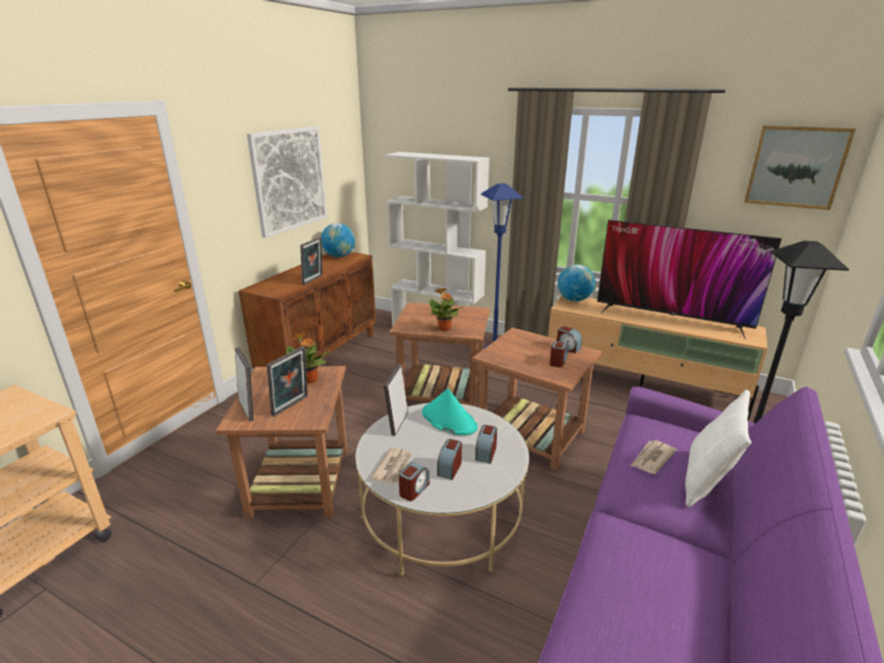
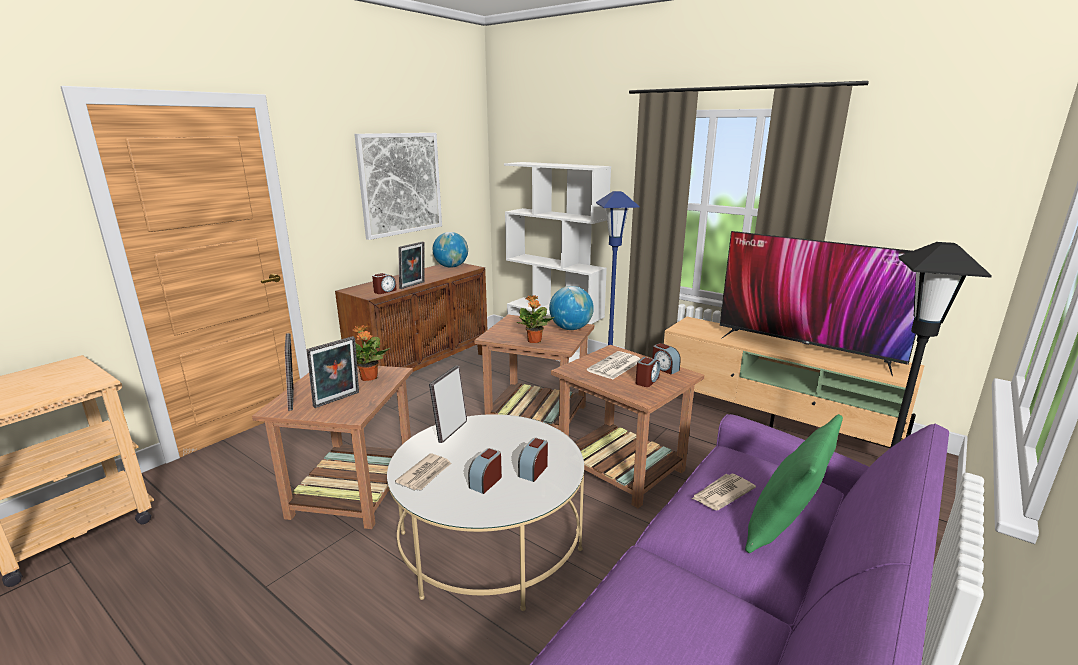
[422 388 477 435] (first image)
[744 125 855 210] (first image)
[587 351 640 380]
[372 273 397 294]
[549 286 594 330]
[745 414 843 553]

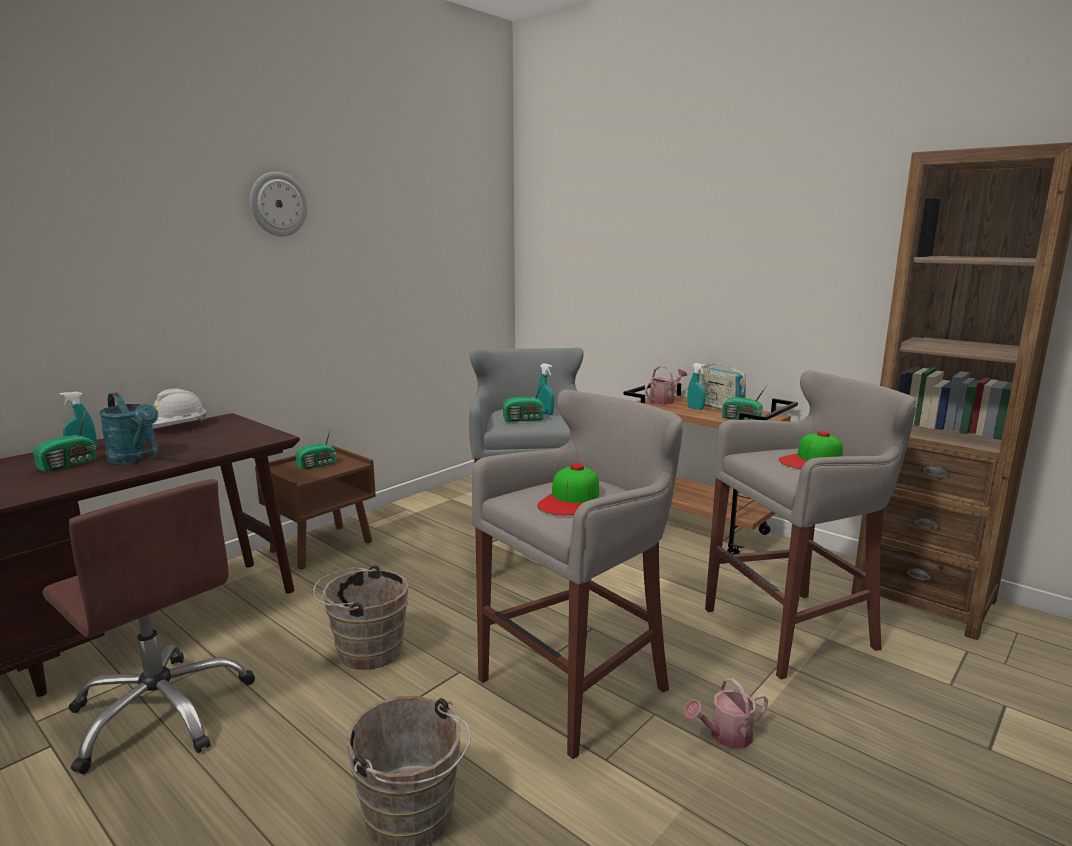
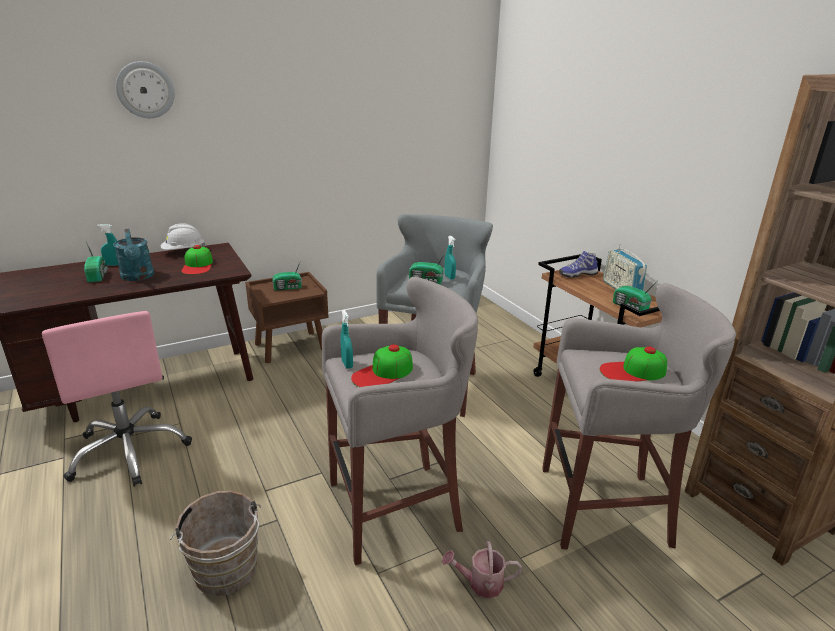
[313 565 409 670] (first image)
[181 245 213 274]
[116 61 175 118]
[340 310 353 369]
[559 251 598 278]
[42 311 192 487]
[84 239 108 282]

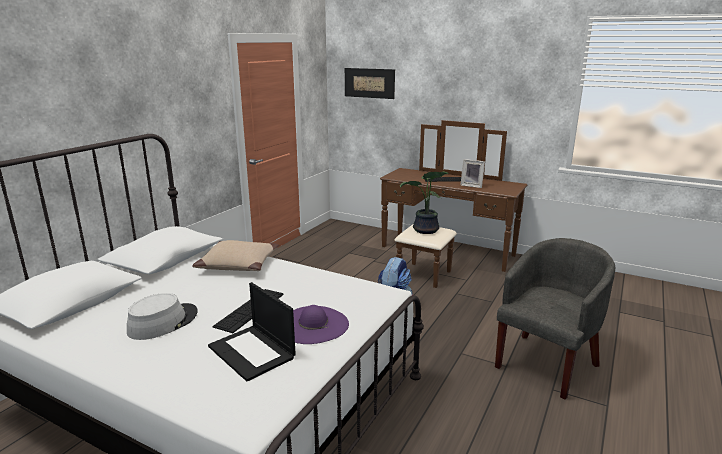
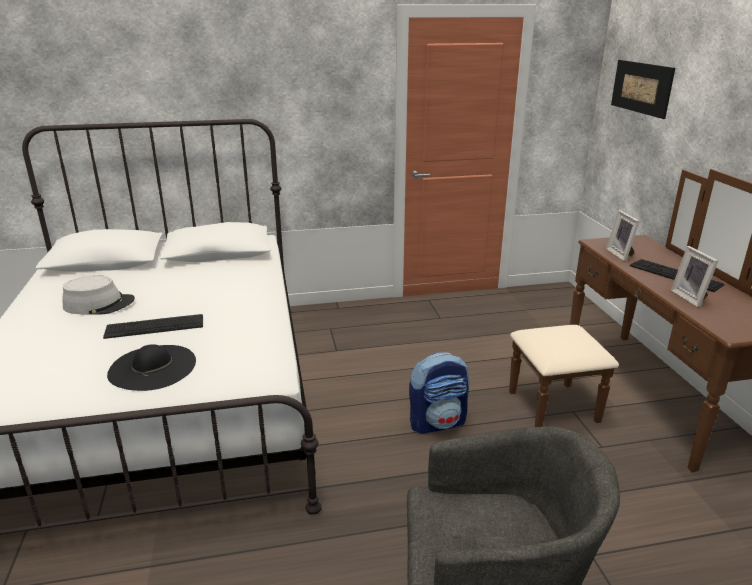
[192 240 279 271] (first image)
[208 282 296 382] (first image)
[400 171 449 234] (first image)
[606 210 640 262]
[107 344 196 391]

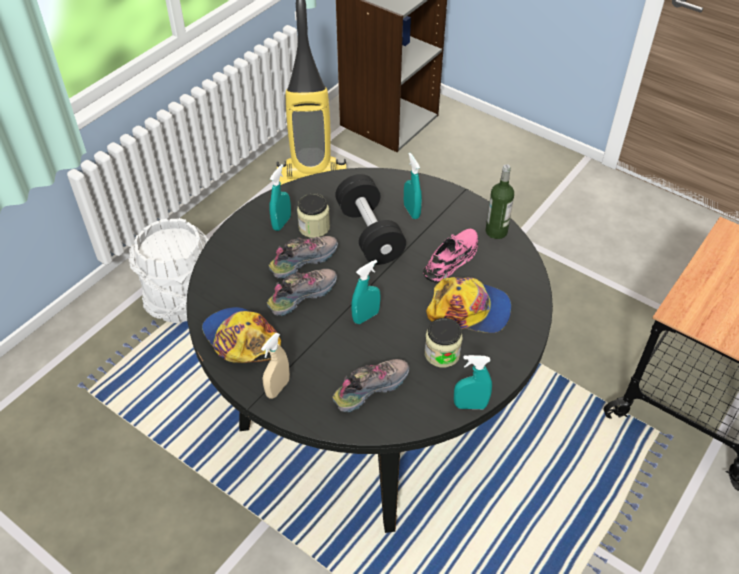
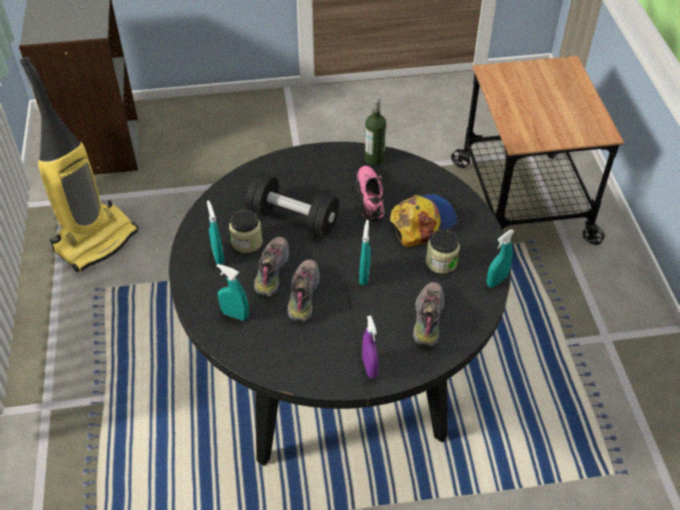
[129 218 208 323] (first image)
[202 307 281 363] (first image)
[217 264 249 321]
[362 316 379 379]

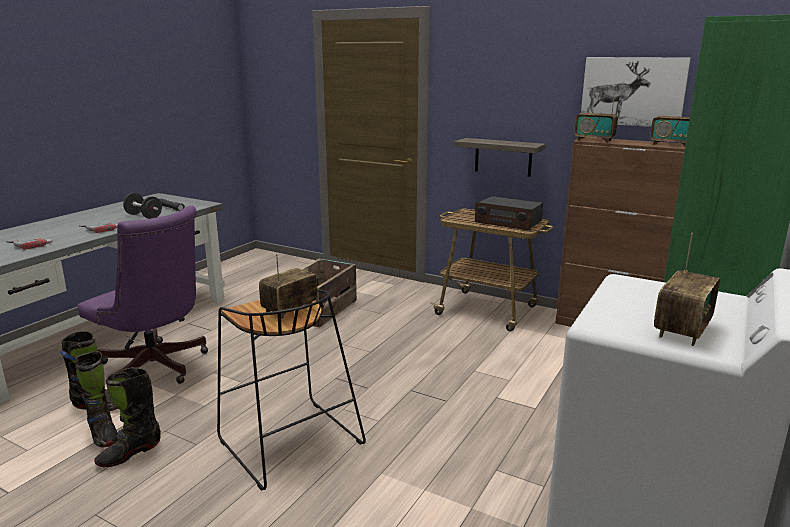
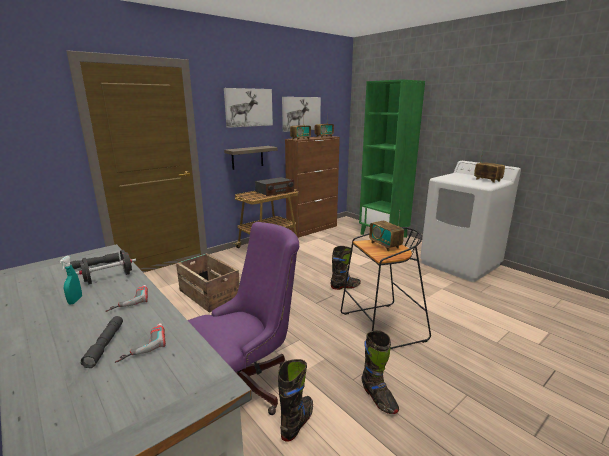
[59 256 82 304]
[81 316 123 368]
[224 88 273 128]
[330 246 361 290]

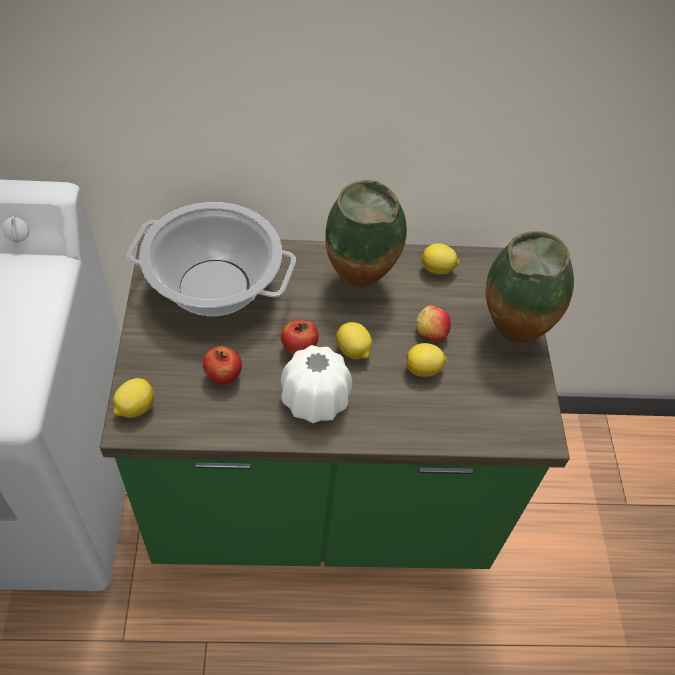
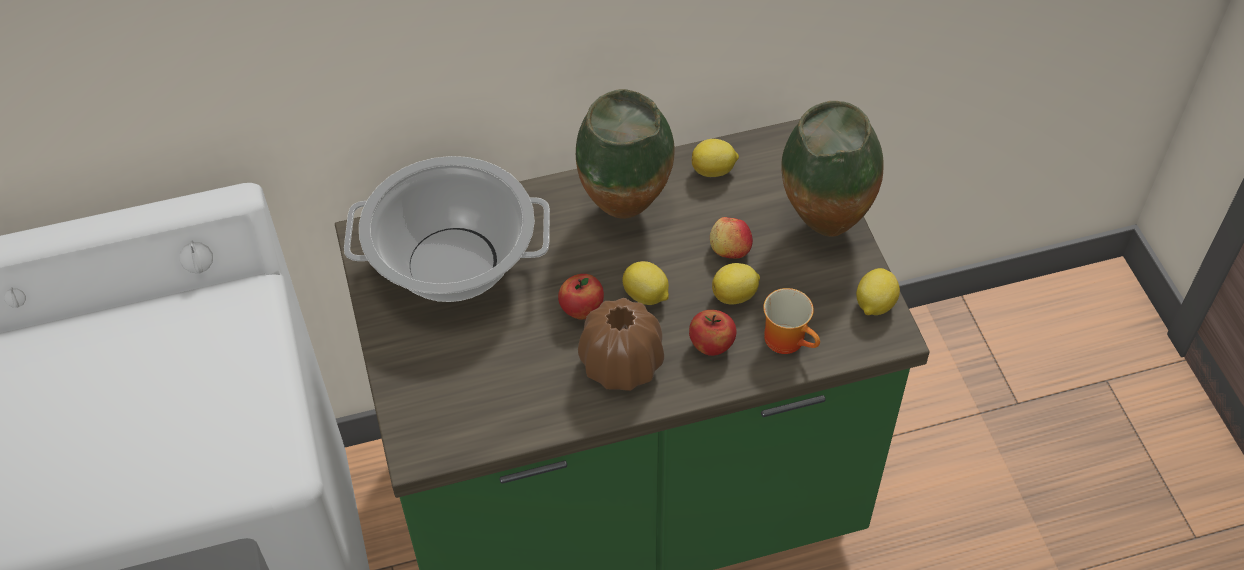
[763 288 820 354]
[856 268 900 315]
[689 310 736 356]
[578 298 664 391]

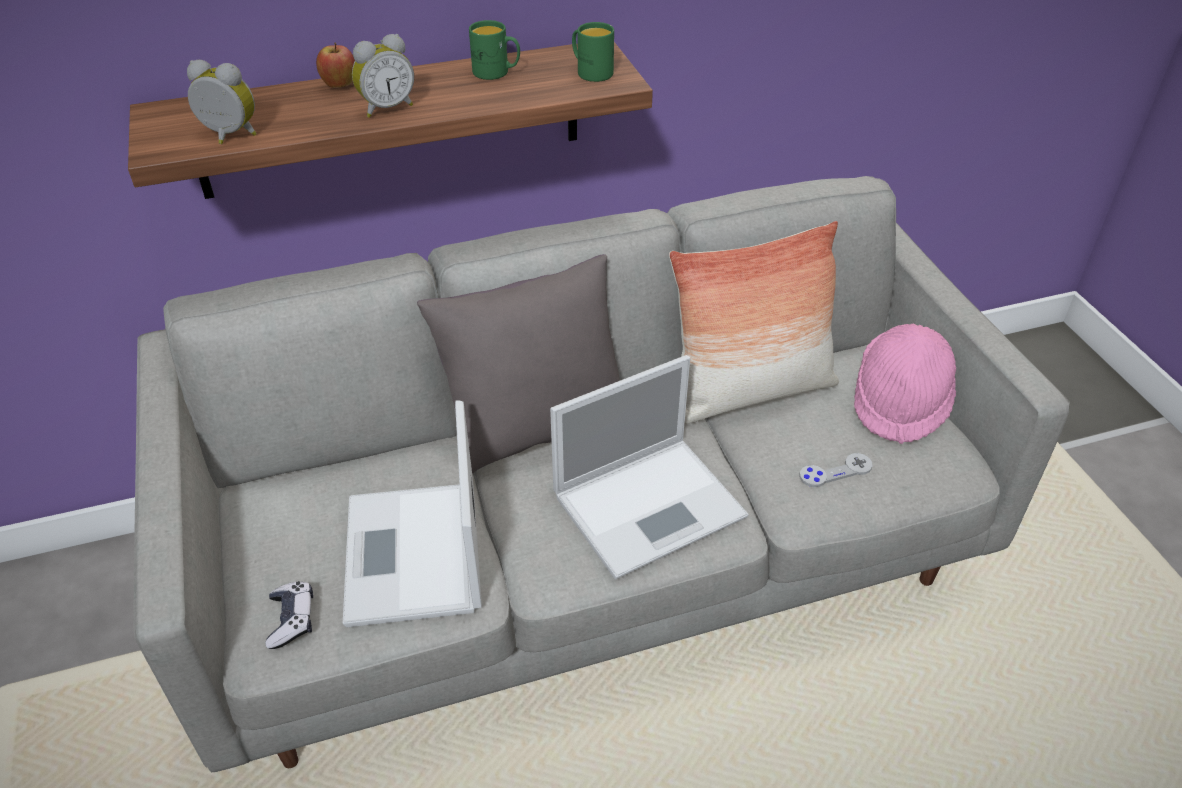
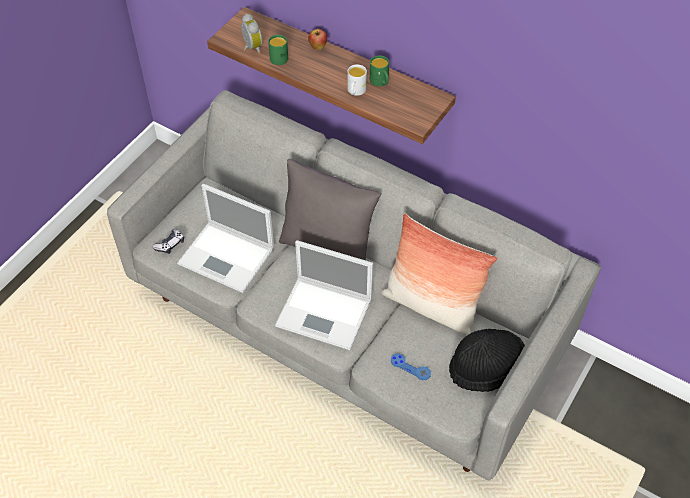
[352 34 414 118] (first image)
[347 64 367 96]
[268 35 288 65]
[391 353 431 380]
[449 329 525 392]
[177 184 274 293]

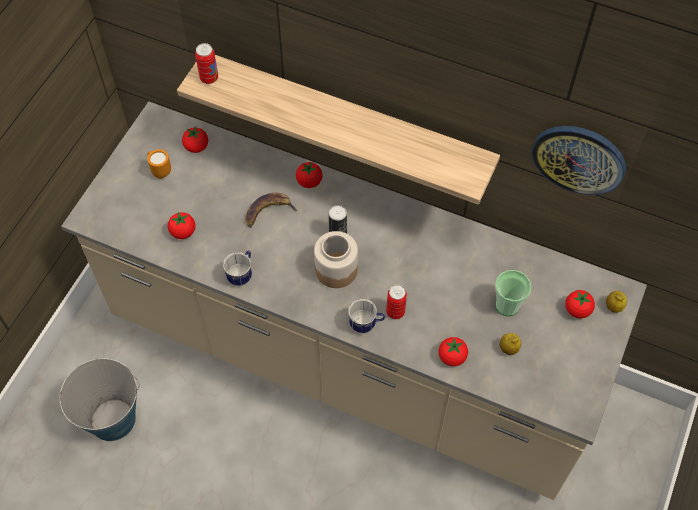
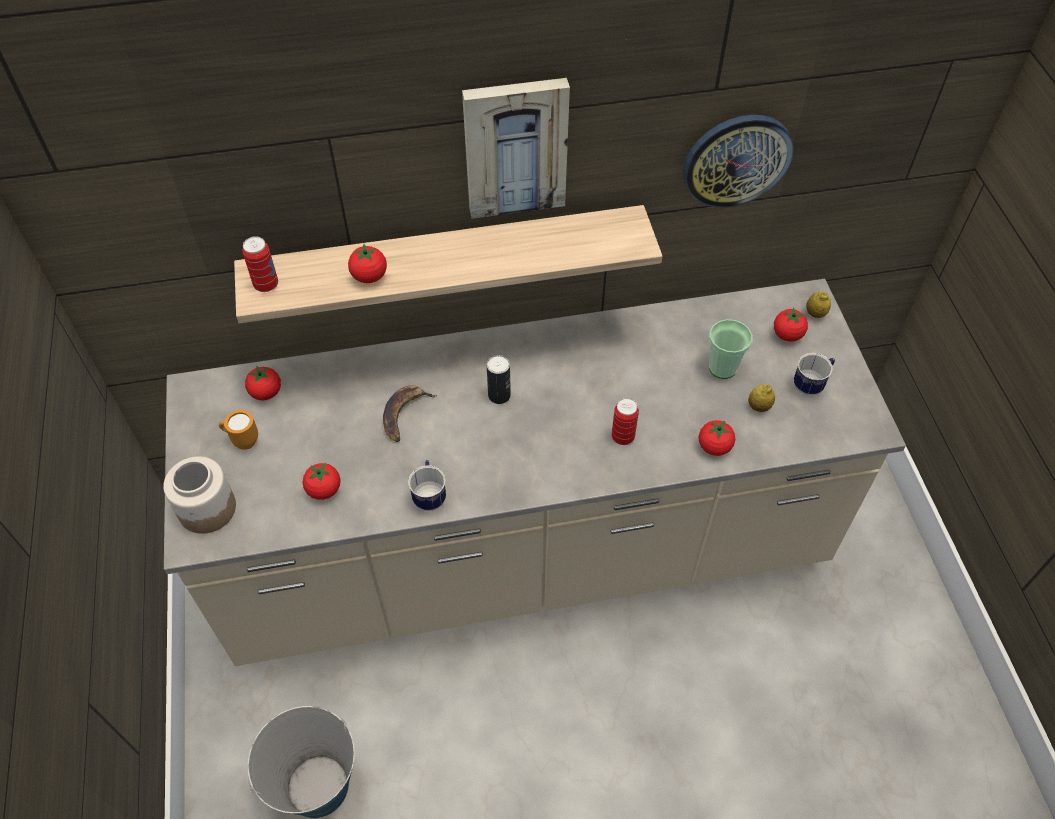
[462 78 570 219]
[348 244 387 283]
[163 456 236 534]
[794 353 835 396]

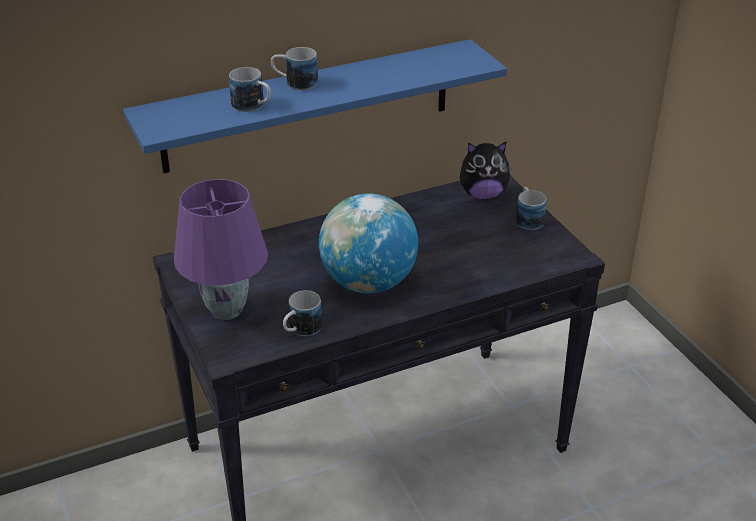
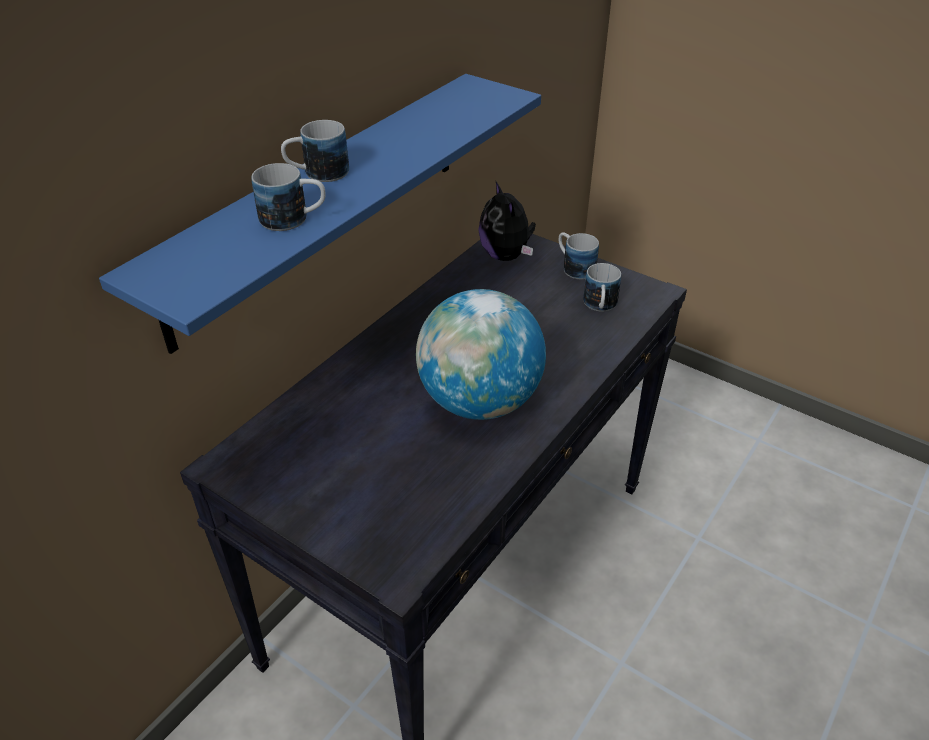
[174 179 268 320] (first image)
[583 263 621 311]
[479 180 536 261]

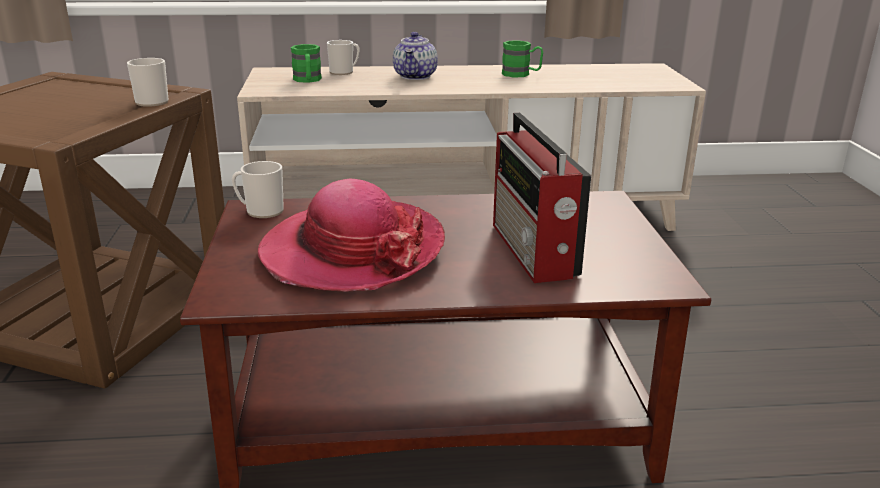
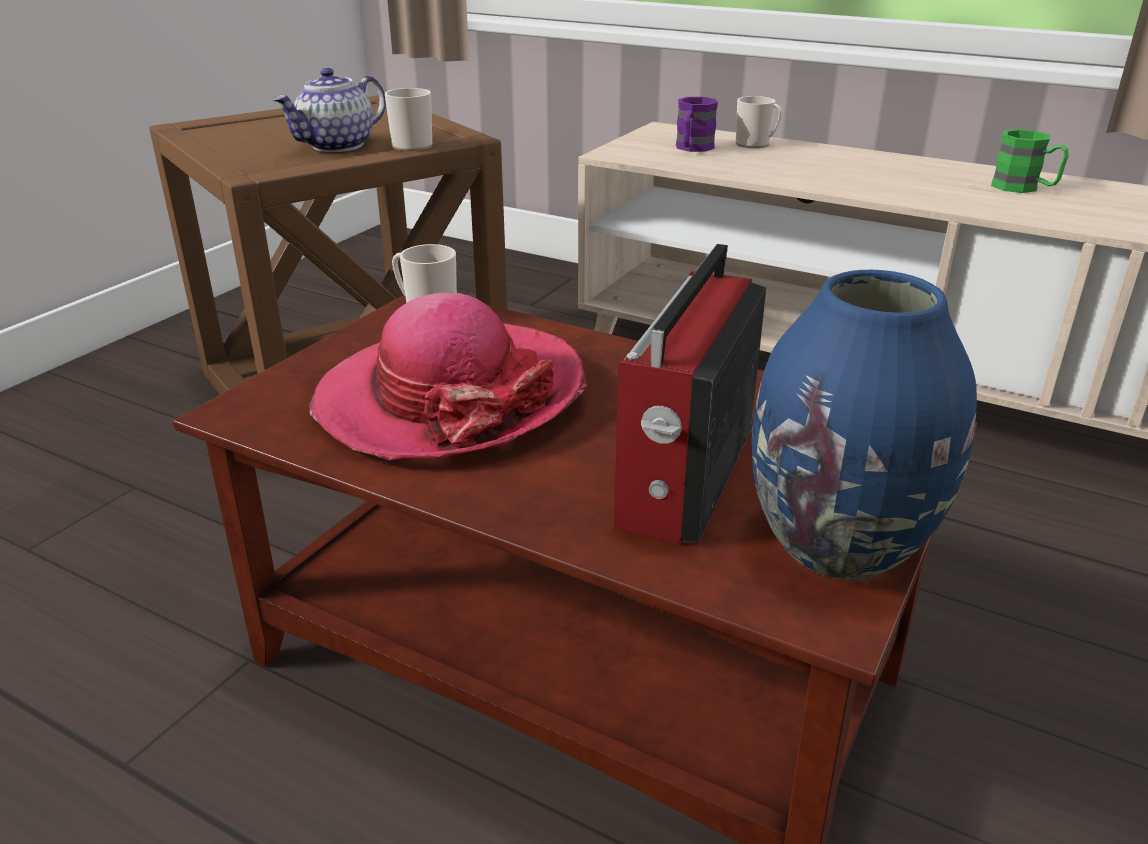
[752 270 977 580]
[272 68 386 152]
[676 97 718 152]

